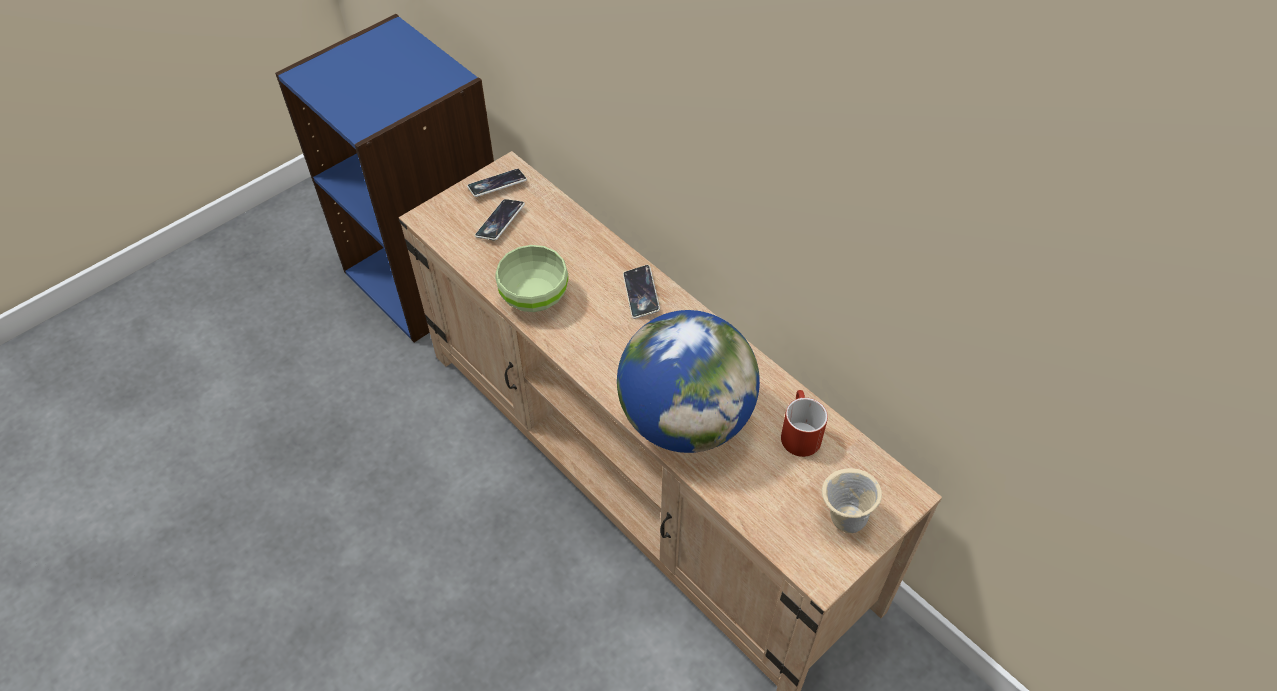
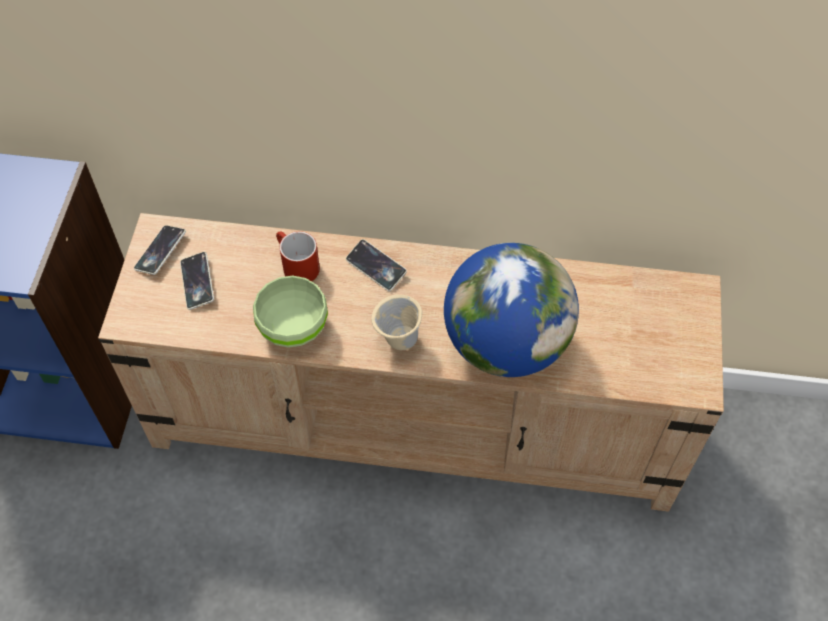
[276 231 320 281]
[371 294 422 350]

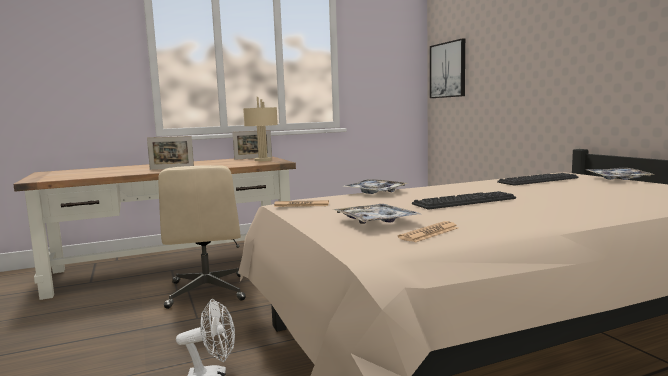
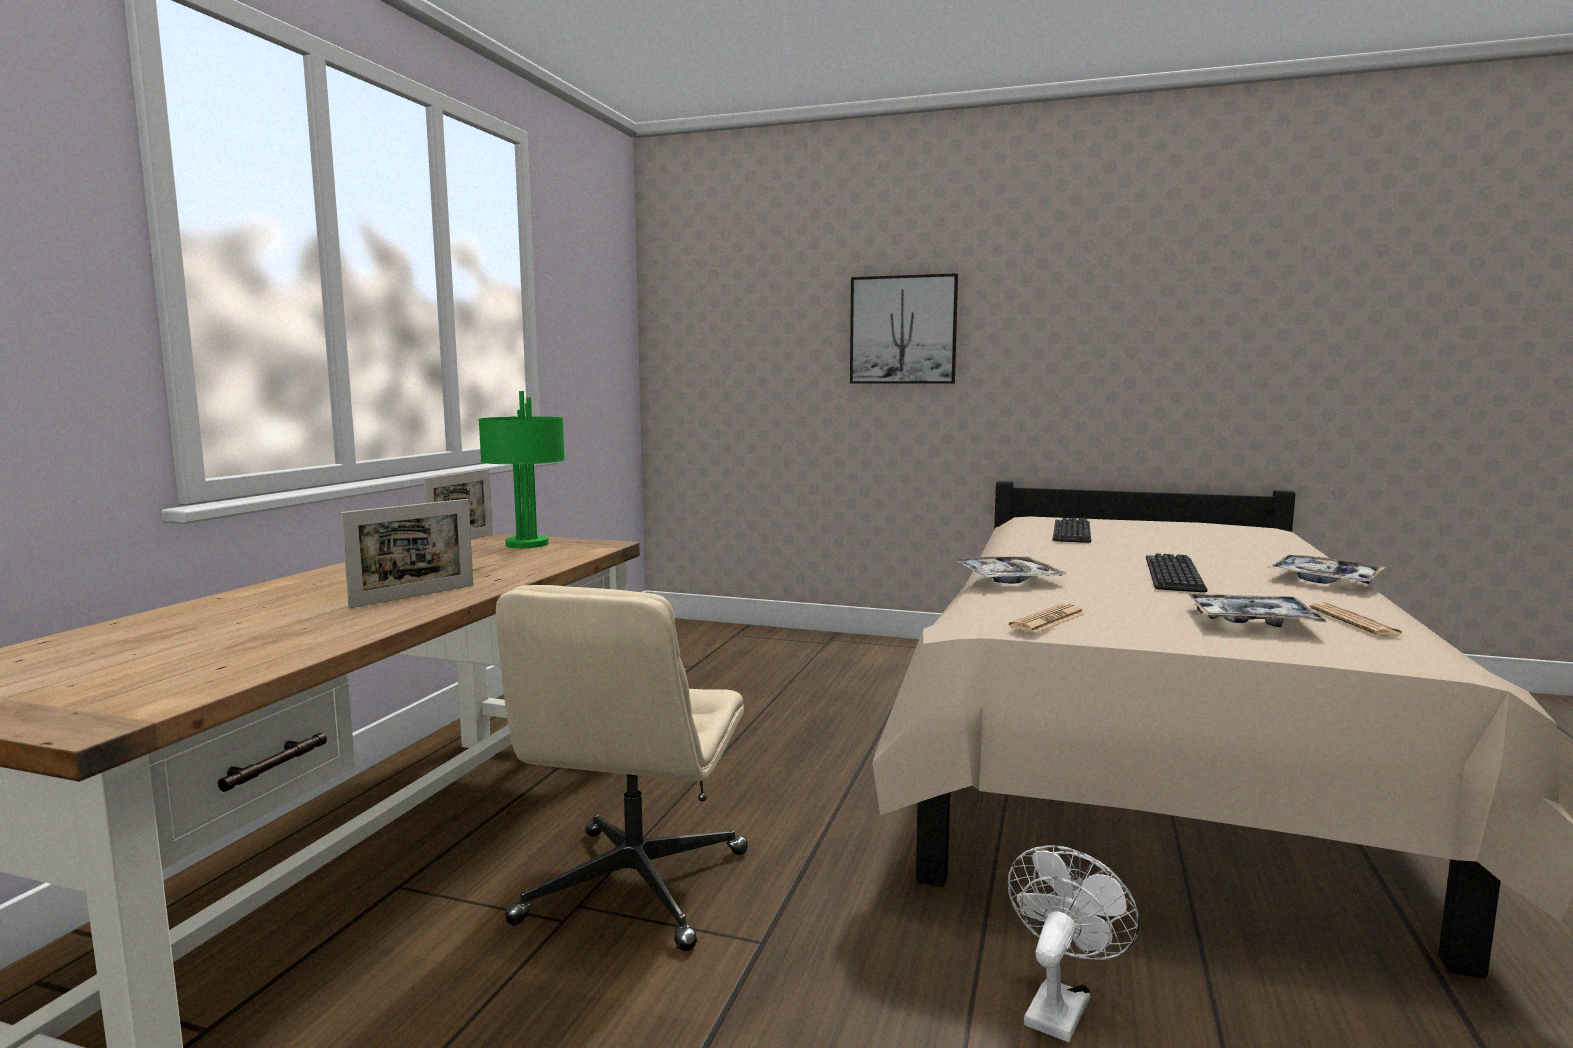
[850 273 958 384]
[1268 555 1385 584]
[478 391 565 548]
[496 585 748 951]

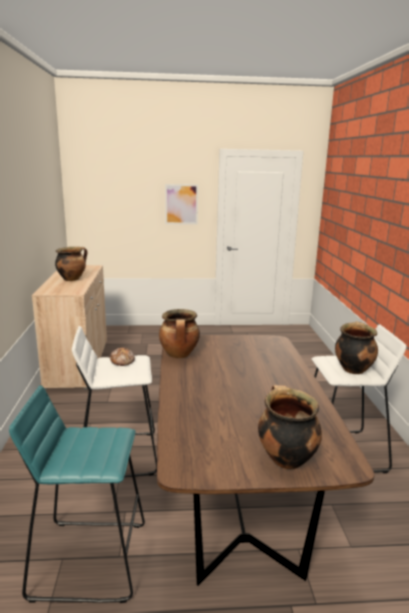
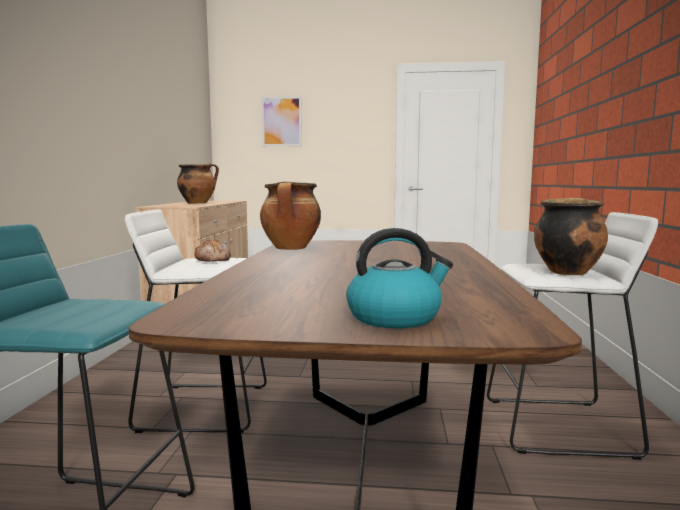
[261 96 302 146]
[346 228 453 328]

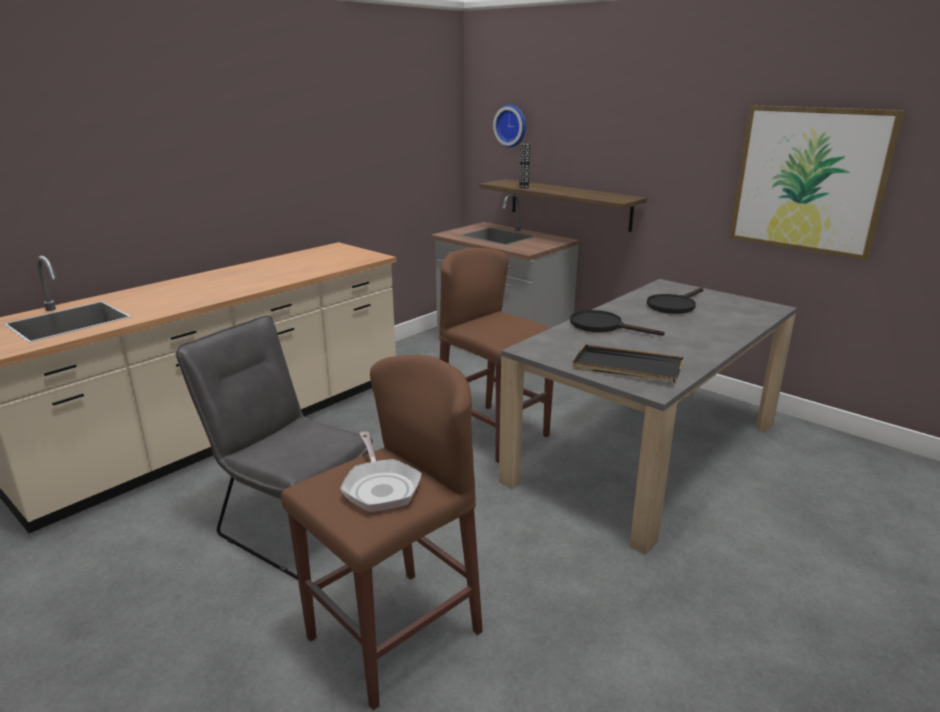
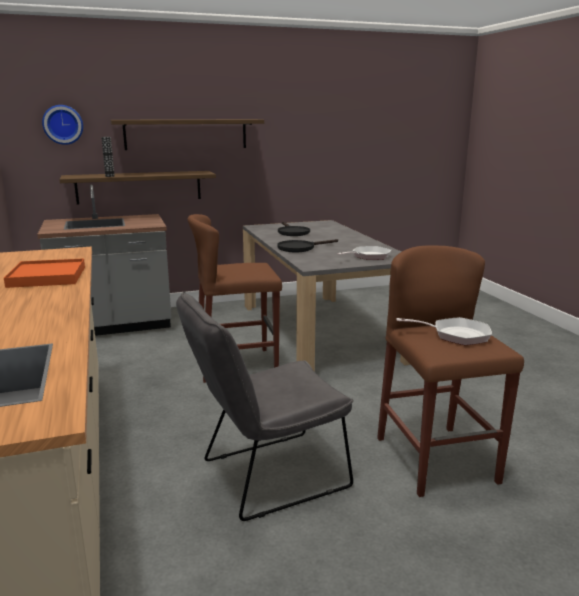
[729 105 905 260] (first image)
[4 259 85 288]
[111 119 264 150]
[337 246 391 260]

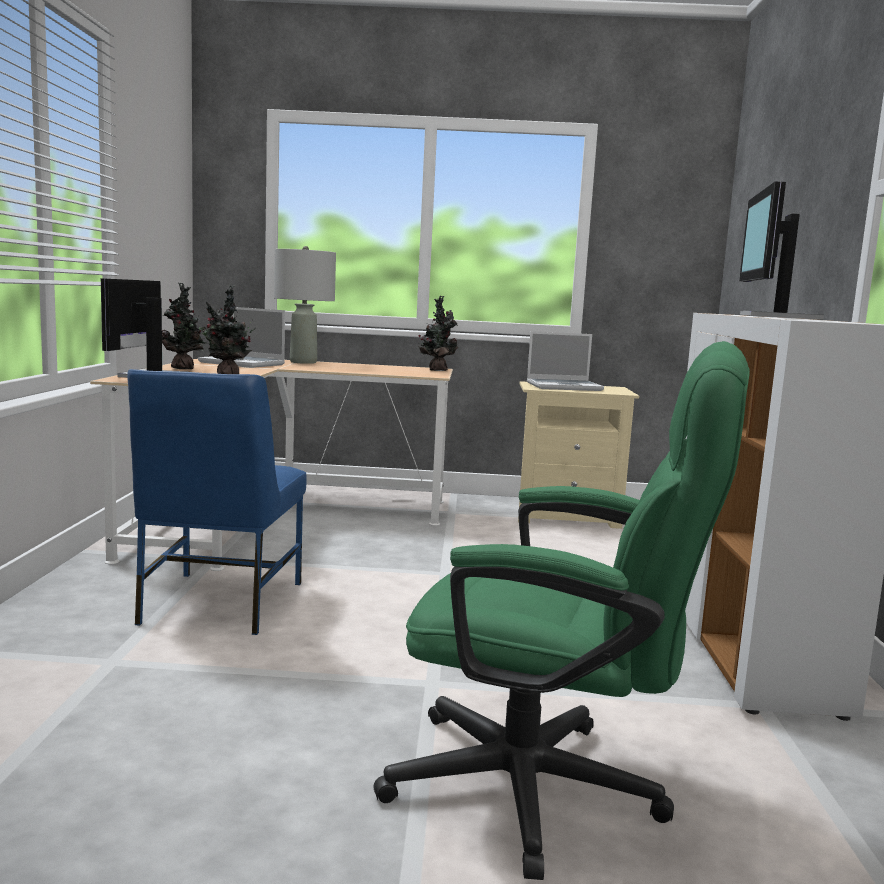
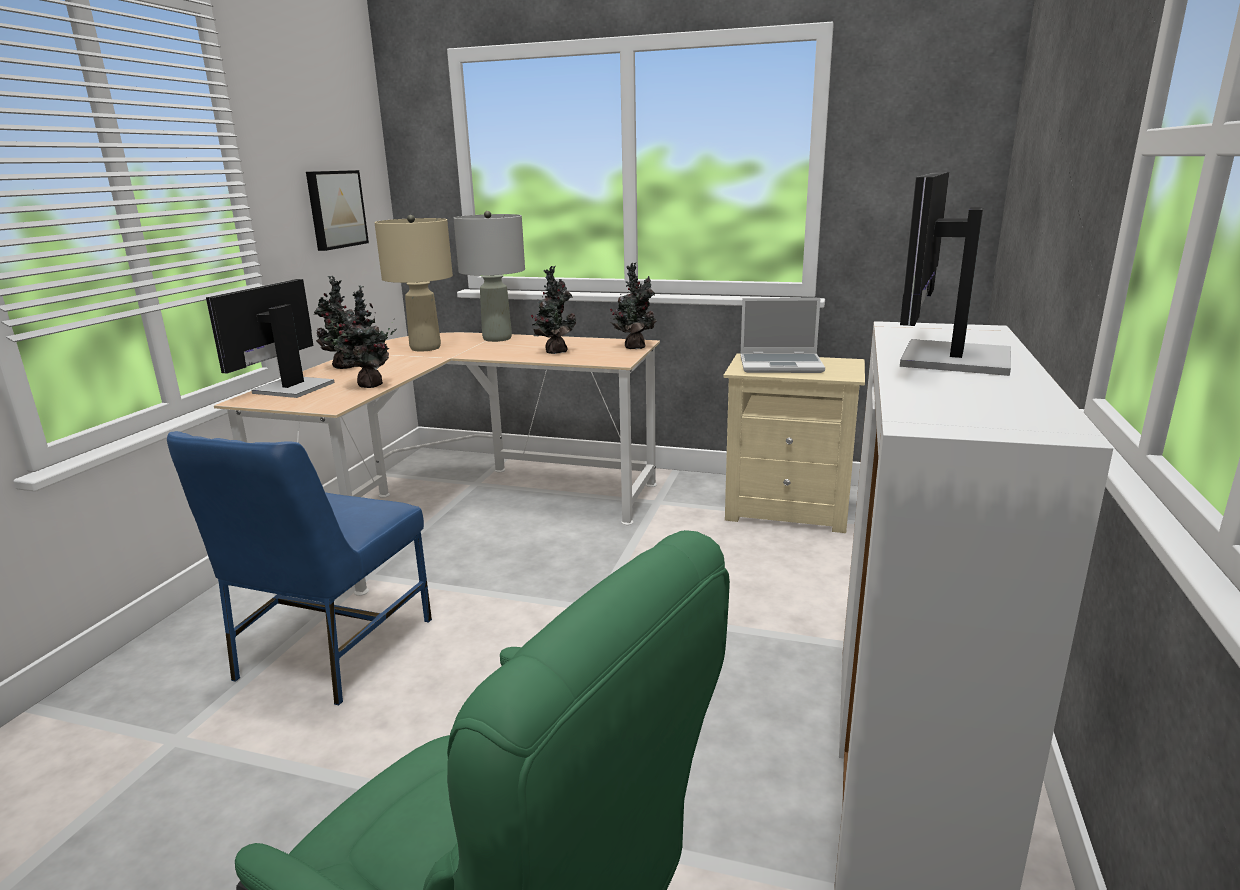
[306 170 369 251]
[531 266 576 354]
[374 215 453 351]

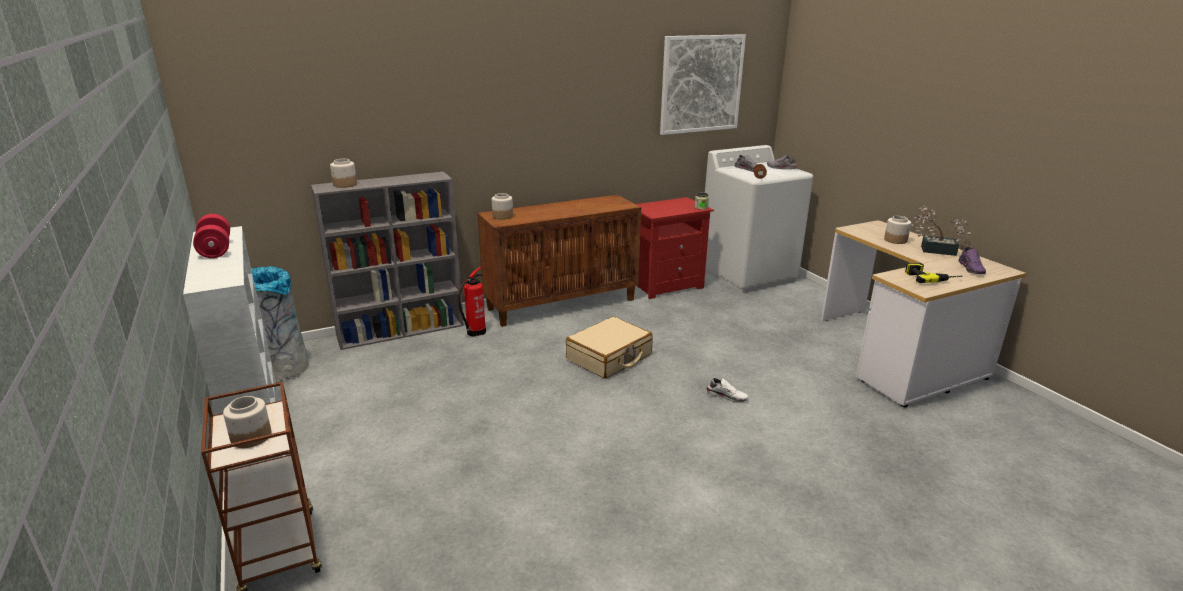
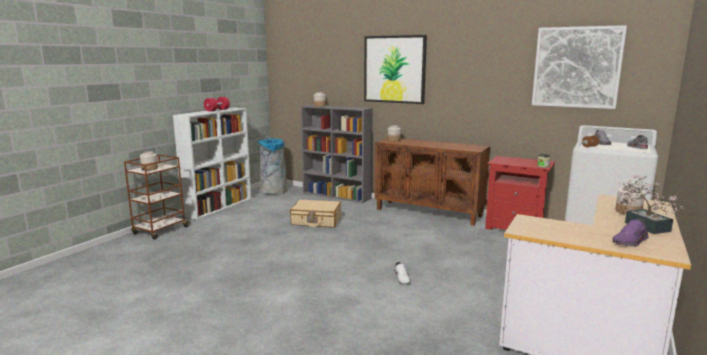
[458 267 486 337] (first image)
[905 263 962 283] (first image)
[364 35 427 104]
[290 199 341 228]

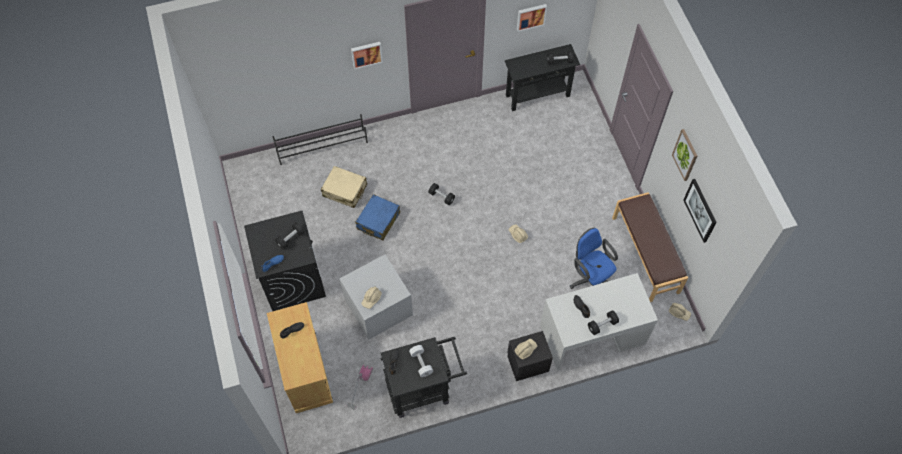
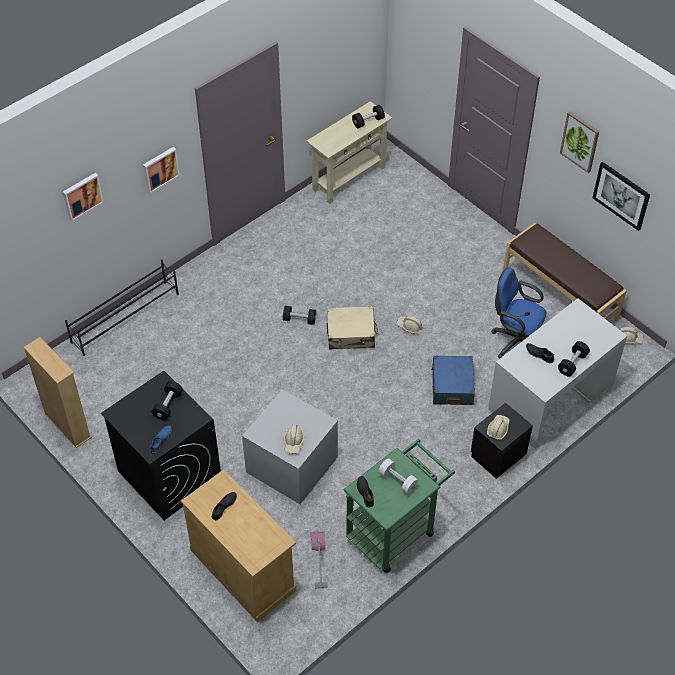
[23 337 92 448]
[327 306 378 350]
[431 356 475 405]
[63 173 104 221]
[343 439 455 573]
[306 101 392 204]

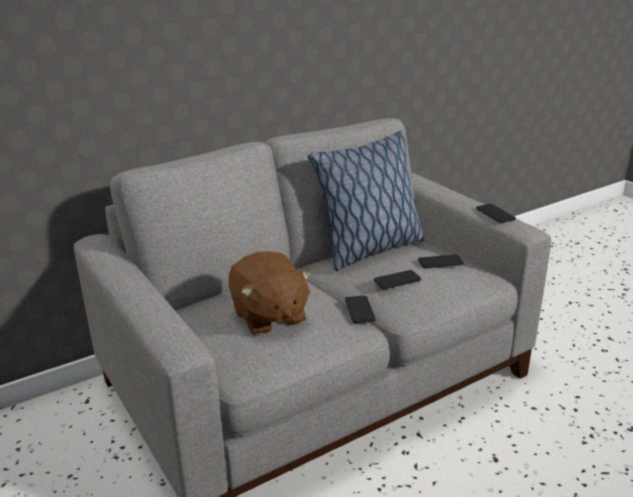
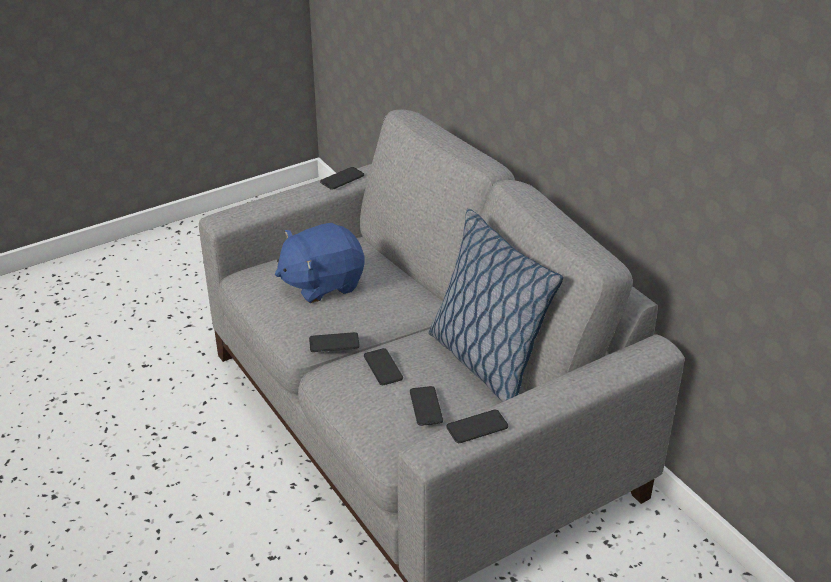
[320 167 364 190]
[275 223 365 303]

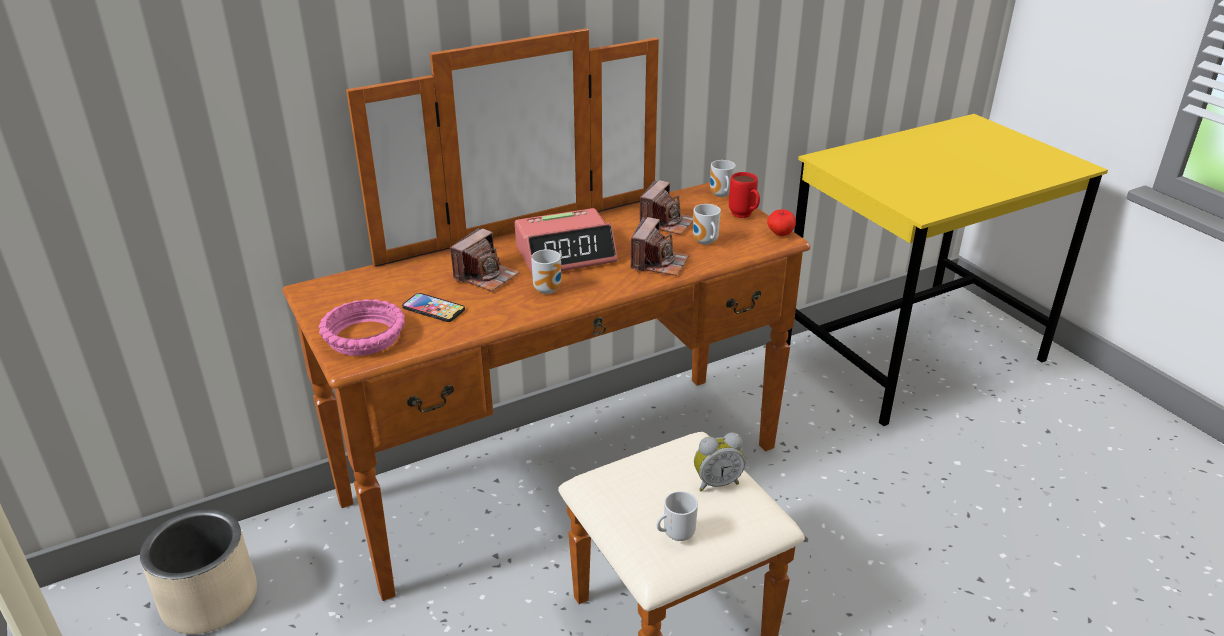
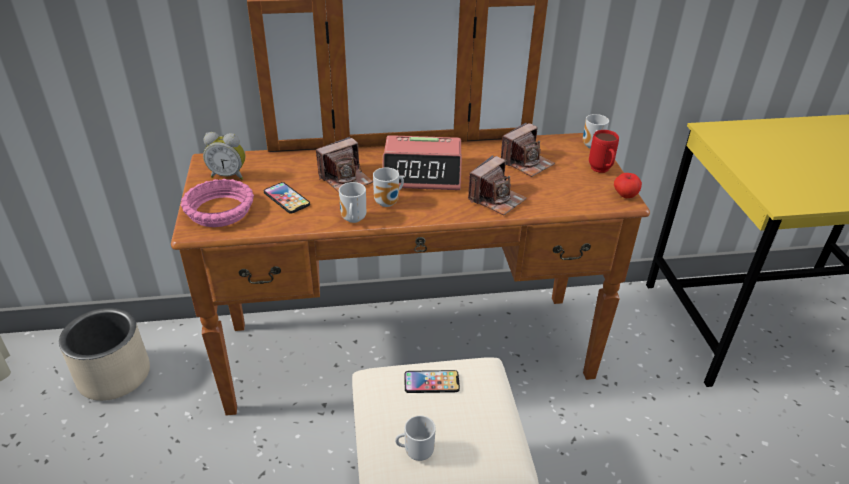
[404 370 460 393]
[339 182 366 223]
[203 132 245 180]

